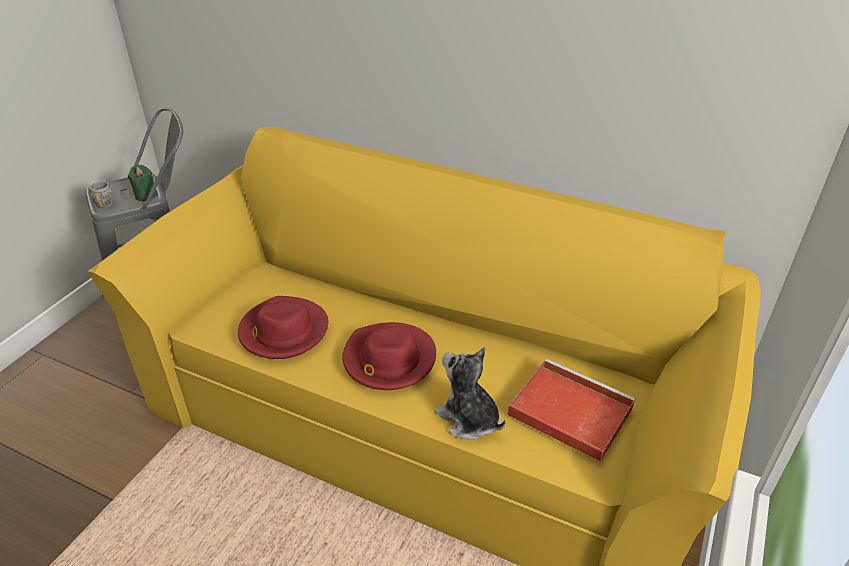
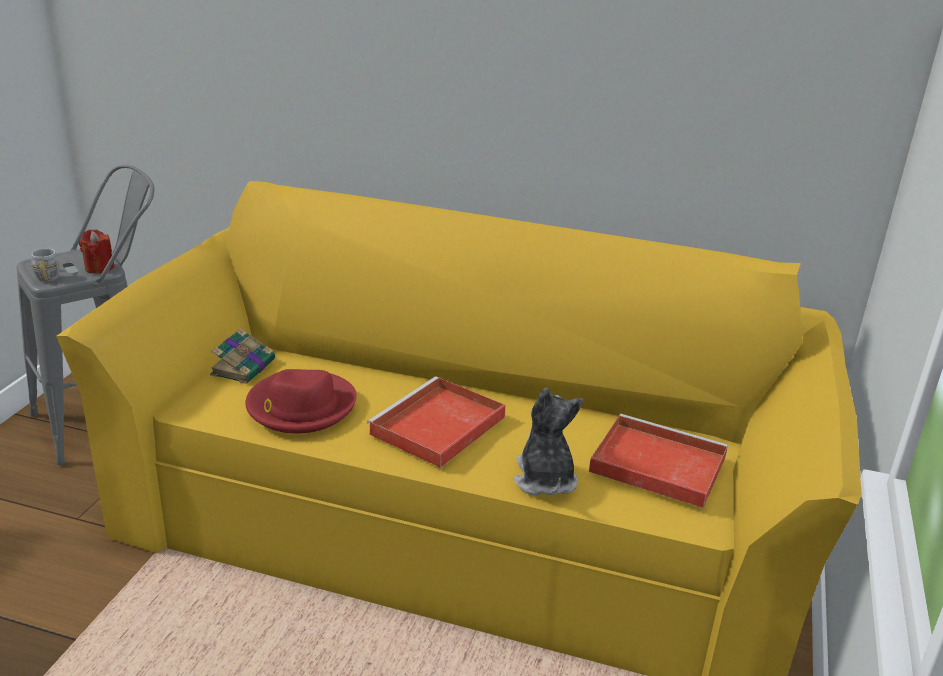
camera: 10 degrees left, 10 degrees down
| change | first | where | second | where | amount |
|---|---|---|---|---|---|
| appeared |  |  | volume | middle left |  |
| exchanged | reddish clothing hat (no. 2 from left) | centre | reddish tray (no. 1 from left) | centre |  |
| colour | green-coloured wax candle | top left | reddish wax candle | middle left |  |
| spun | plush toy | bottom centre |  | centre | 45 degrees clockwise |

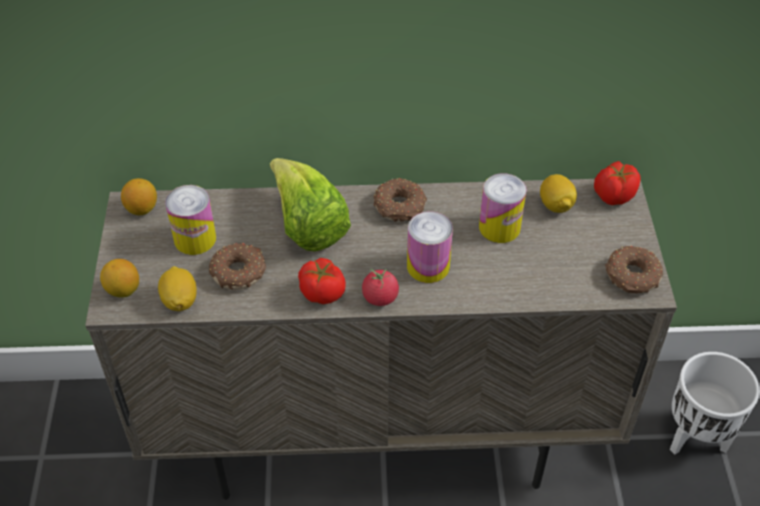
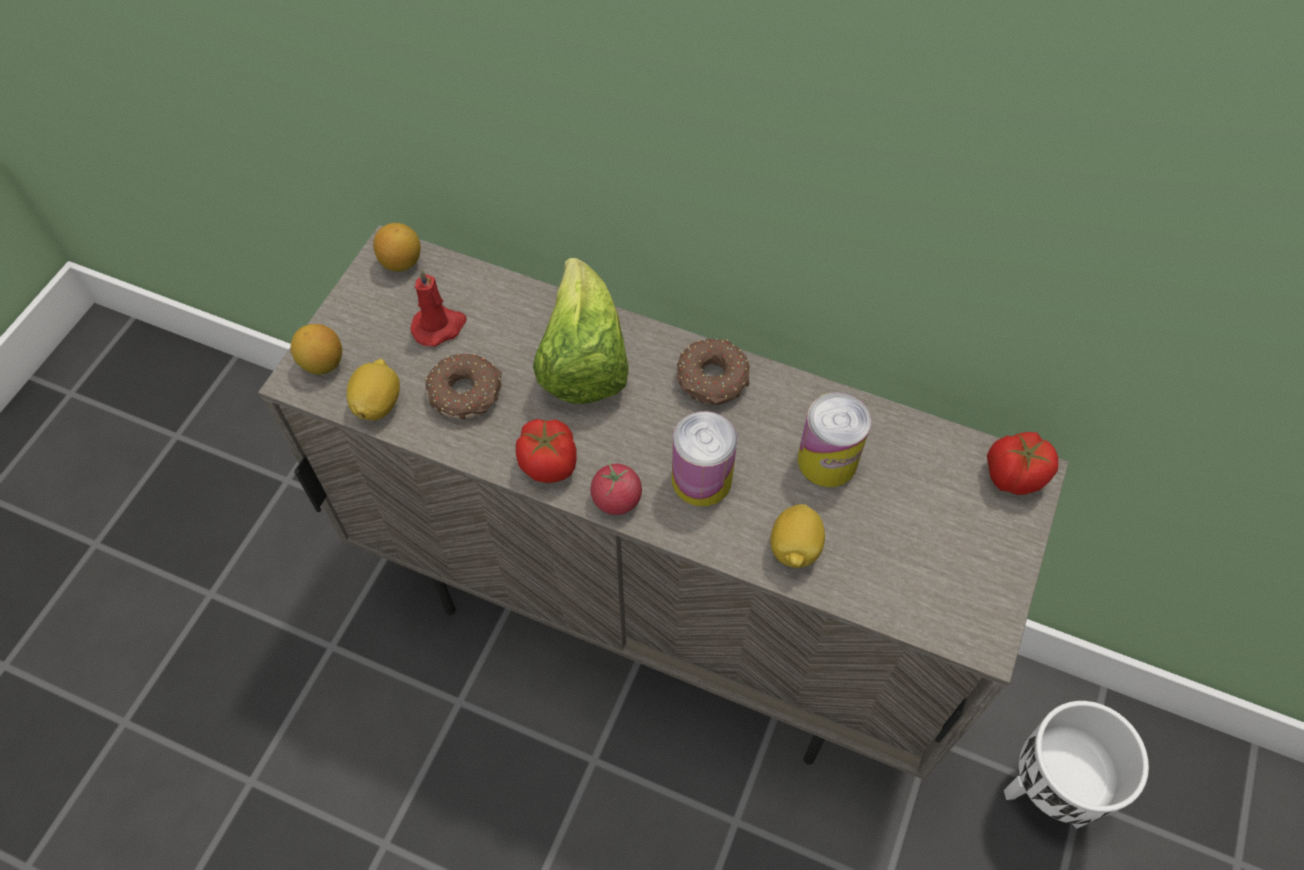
camera: 25 degrees right, 10 degrees up
| change | first | where | second | where | amount |
|---|---|---|---|---|---|
| missing | ring doughnut (no. 3 from left) | middle right |  |  |  |
| relocated | lemon (no. 4 from left) | middle right |  | centre |  |
| exchanged | metal can (no. 1 from left) | middle left | reddish wax candle | centre |  |

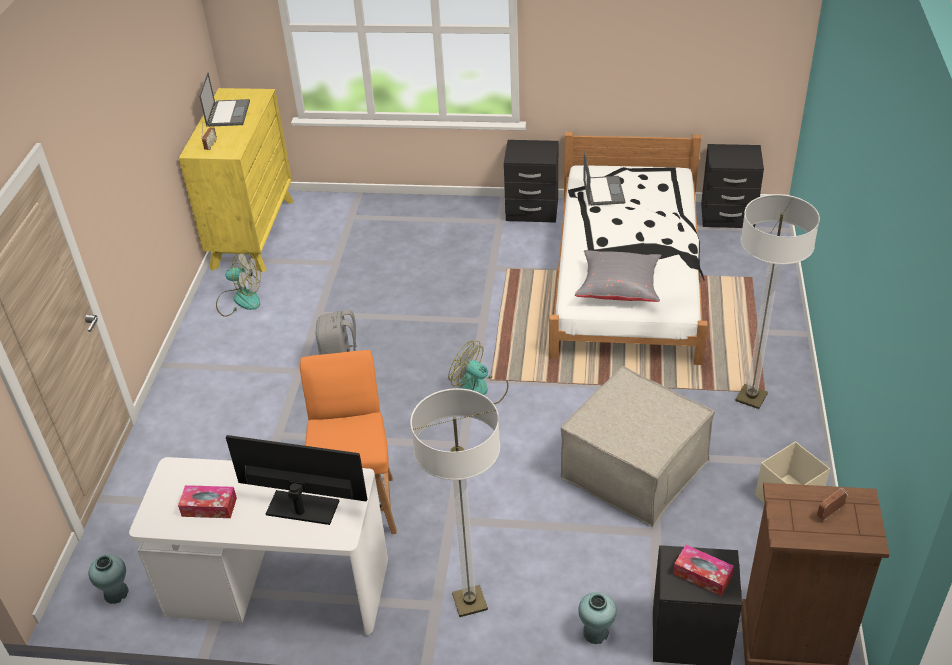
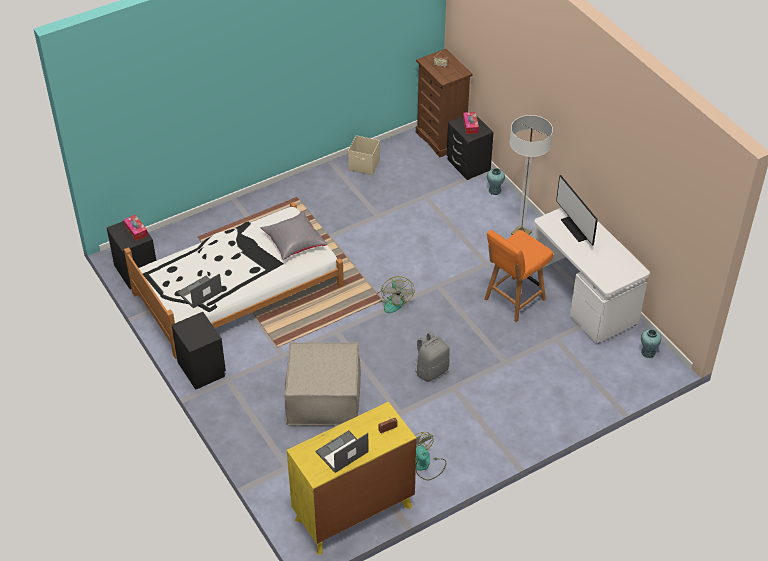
camera: 130 degrees left, 5 degrees up
| change | first | where | second | where | amount |
|---|---|---|---|---|---|
| missing | standard lamp (no. 2 from left) | middle right |  |  |  |
| relocated | box of tissues (no. 1 from left) | bottom left |  | middle left |  |
| relocated | sand-coloured footrest | bottom right |  | bottom centre |  |

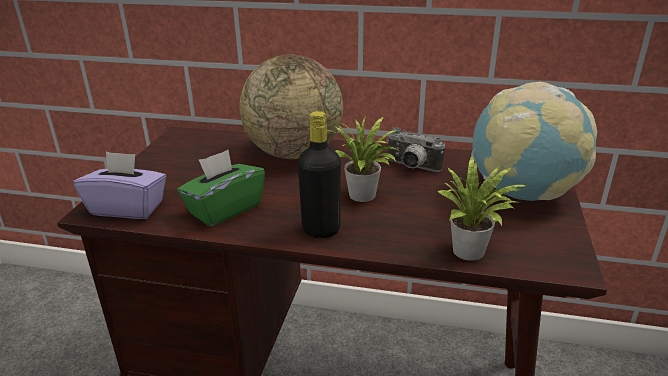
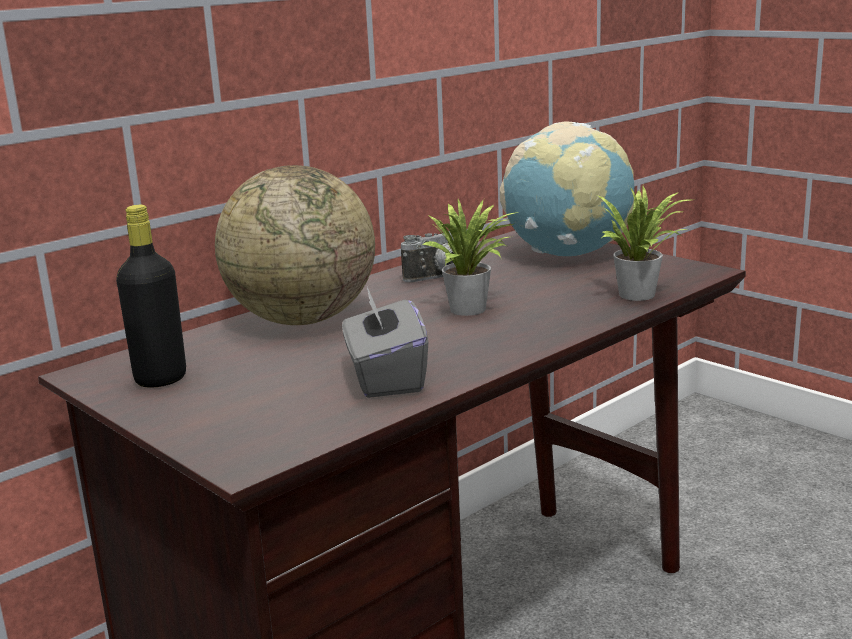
camera: 55 degrees left, 10 degrees down
| change | first | where | second | where | amount |
|---|---|---|---|---|---|
| missing | purple-coloured box of tissues | middle left |  |  |  |
| relocated | black drink bottle | centre |  | middle left |  |
| colour | green-coloured box of tissues | middle left | greyish box of tissues | centre |  |

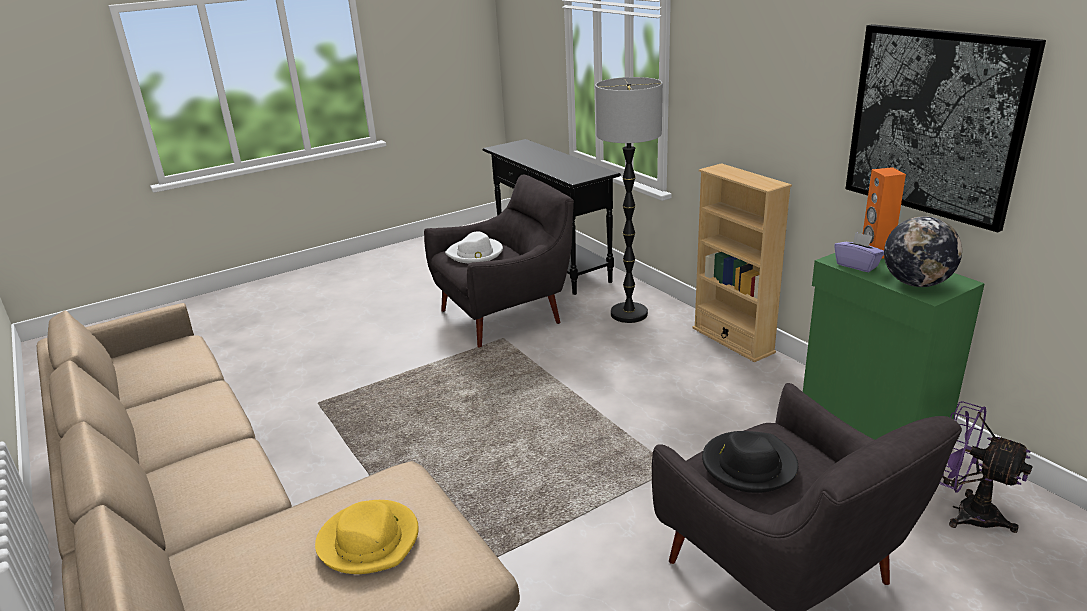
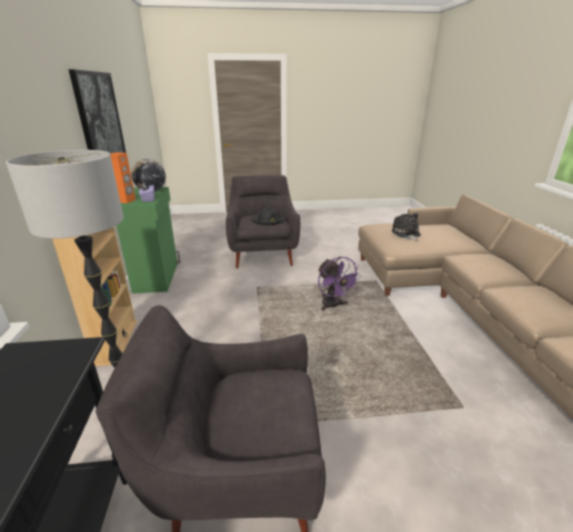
camera: 155 degrees left, 0 degrees up
| change | first | where | second | where | amount |
|---|---|---|---|---|---|
| missing | whitish clothing hat | centre |  |  |  |
| relocated | purple-coloured fan | bottom right |  | centre |  |
| exchanged | yellow clothing hat | bottom centre | plush toy | middle right |  |

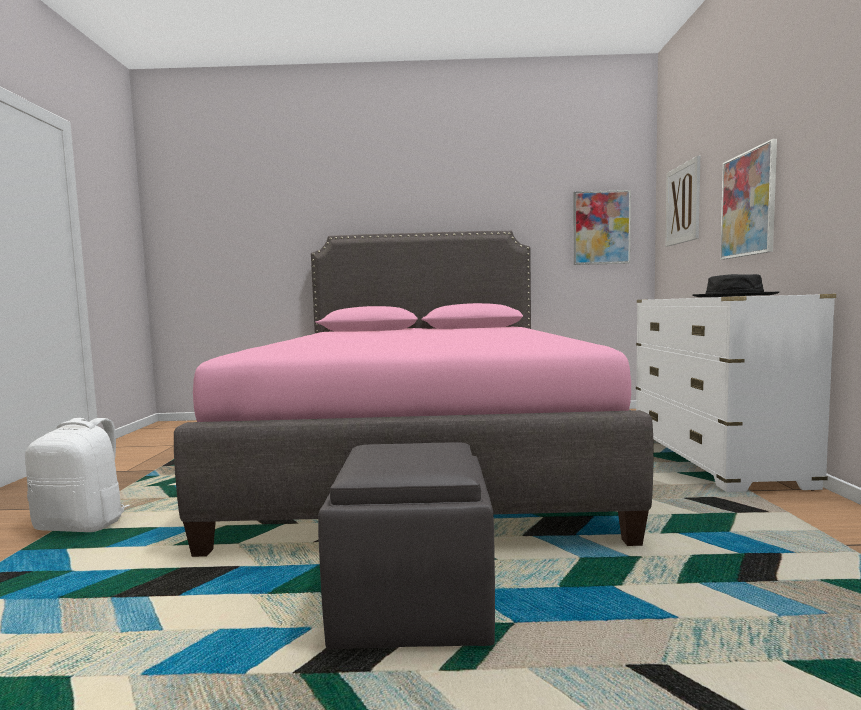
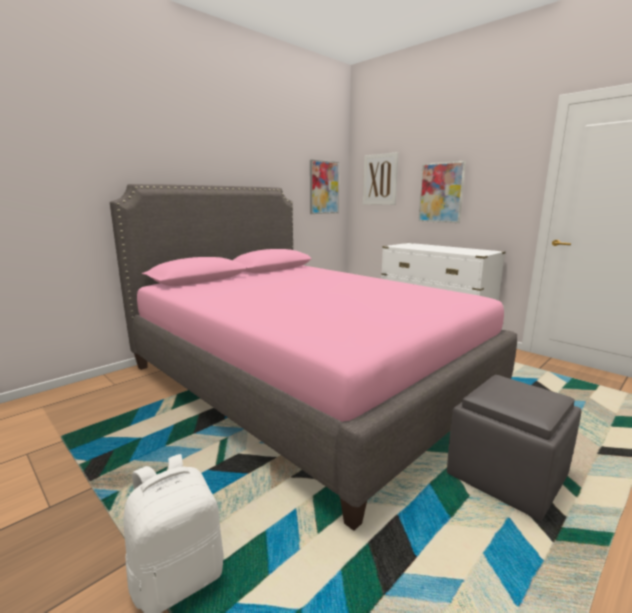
camera: 45 degrees left, 10 degrees up
| change | first | where | second | where | amount |
|---|---|---|---|---|---|
| missing | black clothing hat | middle right |  |  |  |

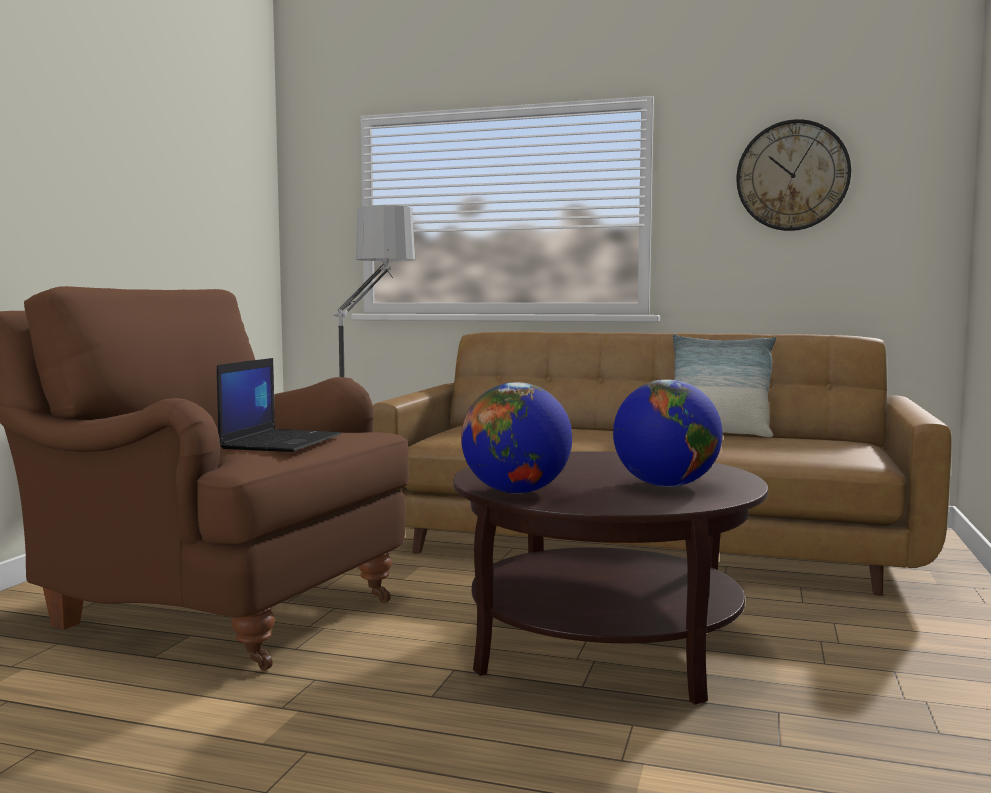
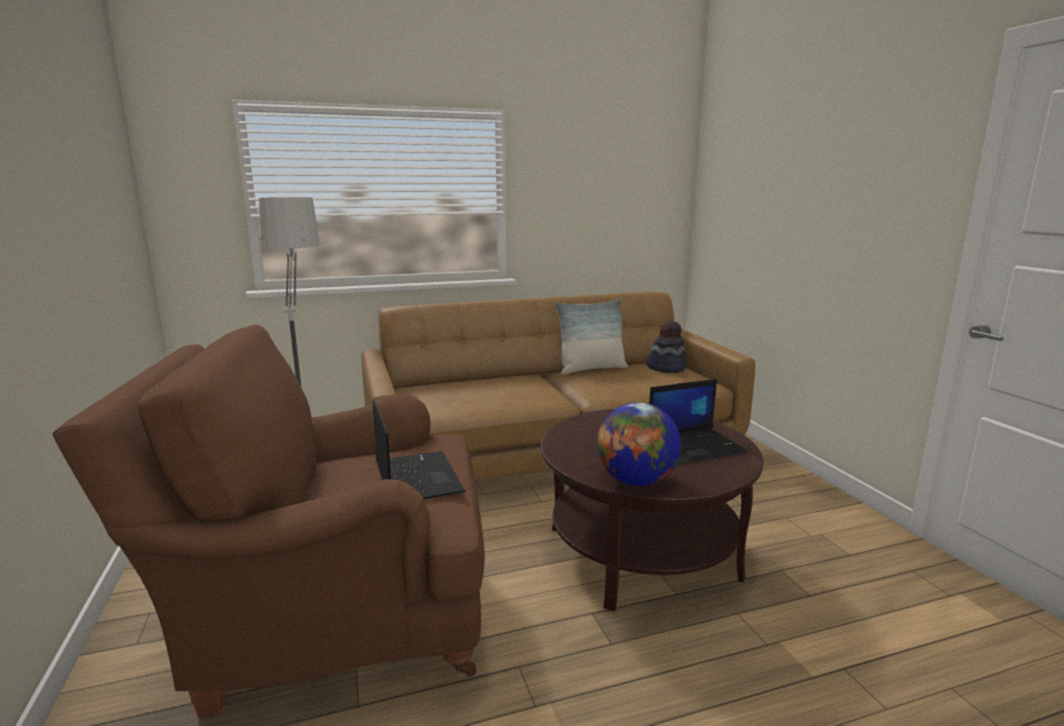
camera: 35 degrees left, 10 degrees up
| change | first | where | second | where | amount |
|---|---|---|---|---|---|
| missing | wall clock | top right |  |  |  |
| appeared |  |  | clothing hat | centre |  |
| exchanged | world globe (no. 2 from left) | middle right | notebook computer (no. 2 from left) | centre |  |

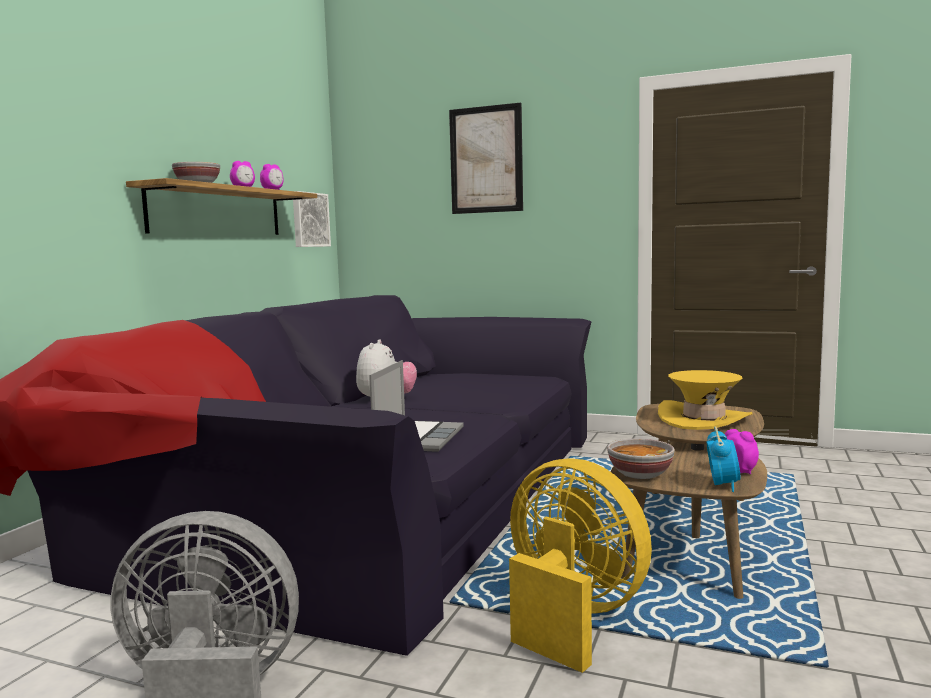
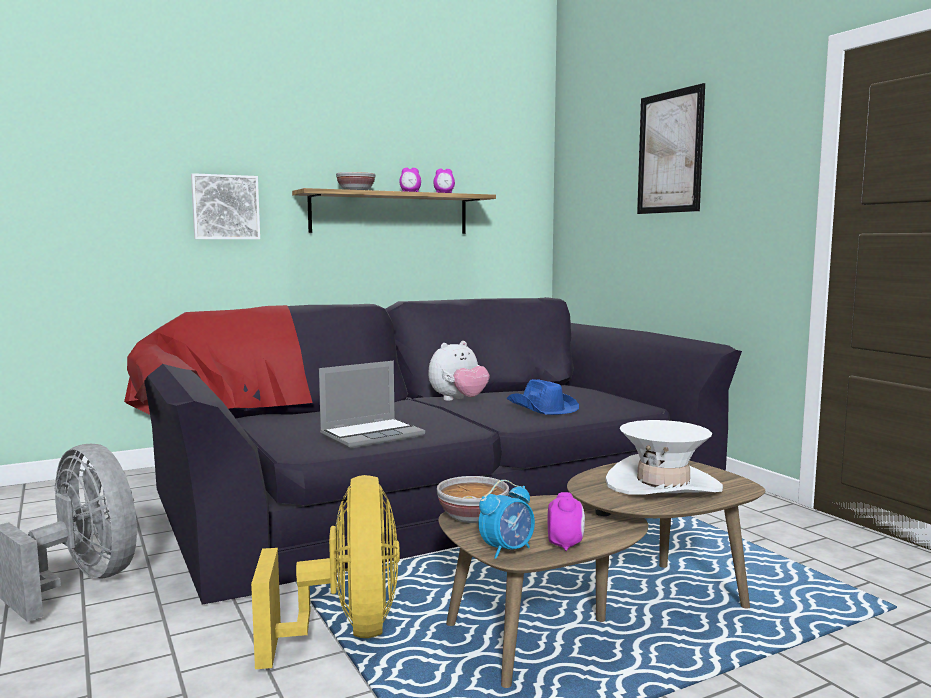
camera: 40 degrees right, 0 degrees up
| change | first | where | second | where | amount |
|---|---|---|---|---|---|
| appeared |  |  | blue-coloured clothing hat | centre |  |
| relocated | wall art (no. 1 from left) | top centre |  | top left |  |
| colour | yellow clothing hat | middle right | whitish clothing hat | middle right |  |

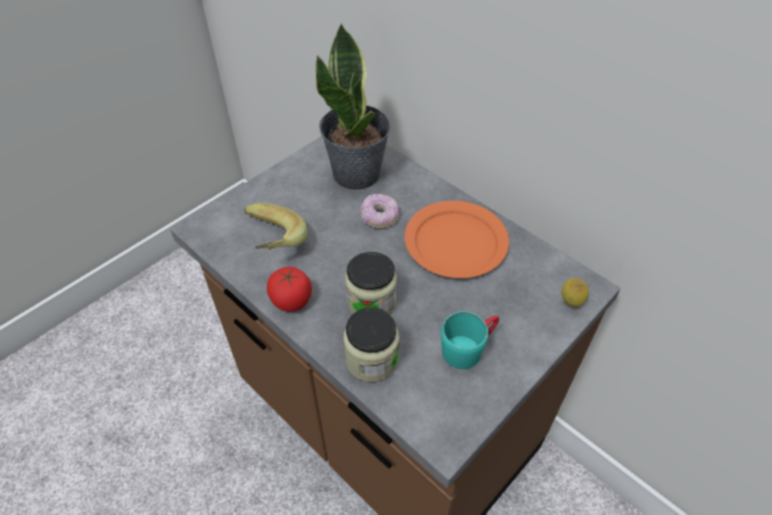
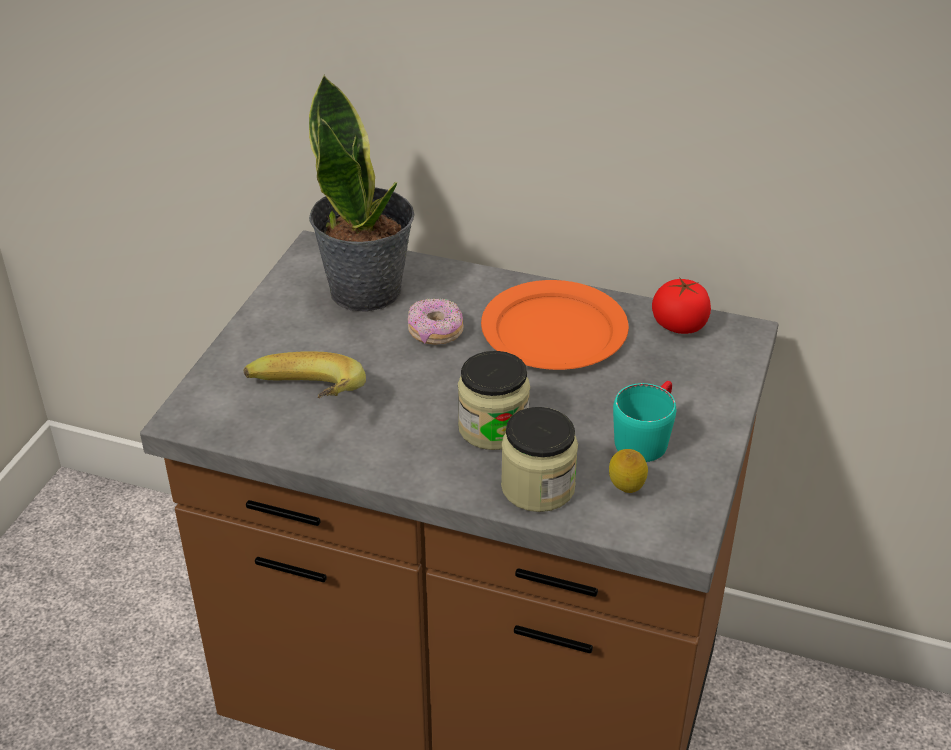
camera: 25 degrees left, 10 degrees down
| change | first | where | second | where | amount |
|---|---|---|---|---|---|
| relocated | tomato | centre |  | middle right |  |
| relocated | lemon | middle right |  | centre |  |

